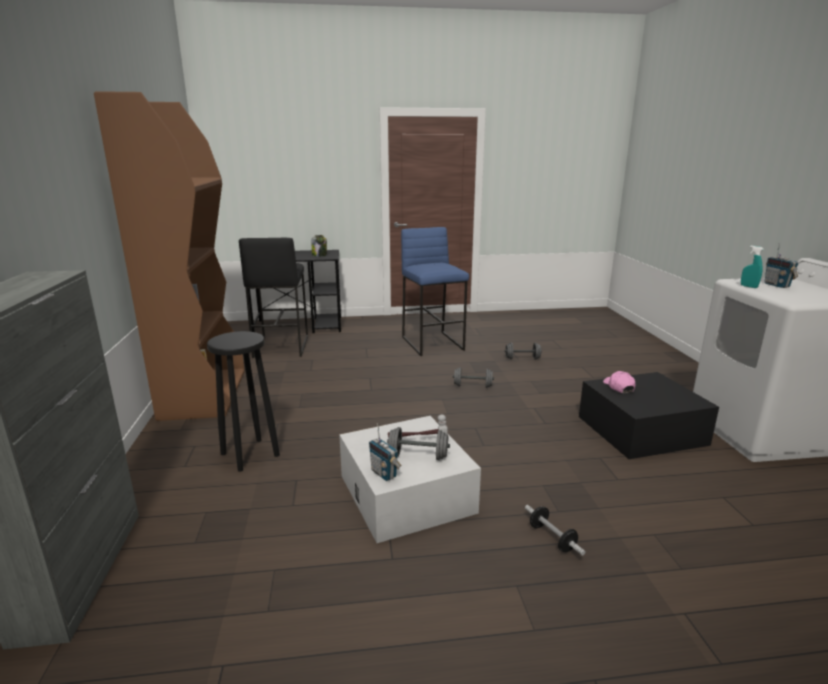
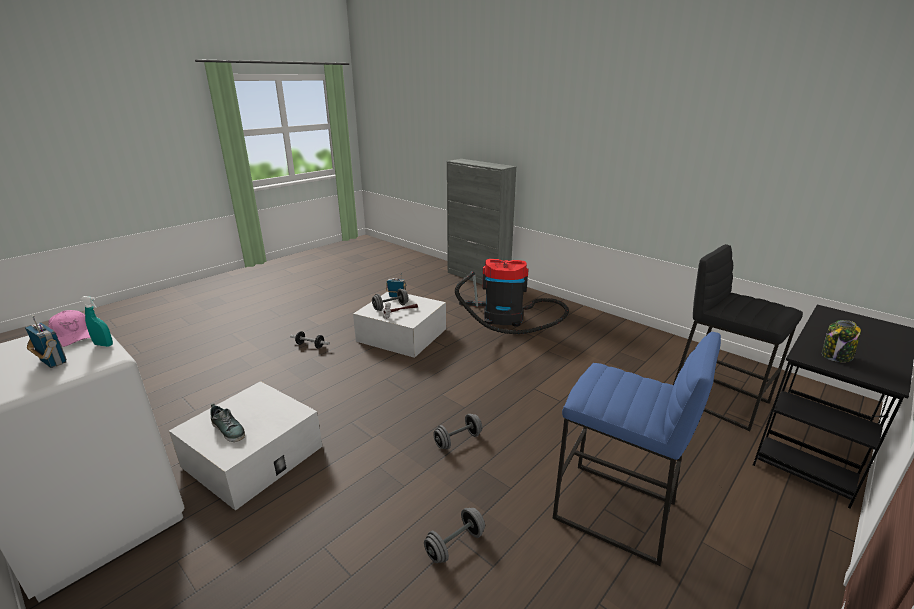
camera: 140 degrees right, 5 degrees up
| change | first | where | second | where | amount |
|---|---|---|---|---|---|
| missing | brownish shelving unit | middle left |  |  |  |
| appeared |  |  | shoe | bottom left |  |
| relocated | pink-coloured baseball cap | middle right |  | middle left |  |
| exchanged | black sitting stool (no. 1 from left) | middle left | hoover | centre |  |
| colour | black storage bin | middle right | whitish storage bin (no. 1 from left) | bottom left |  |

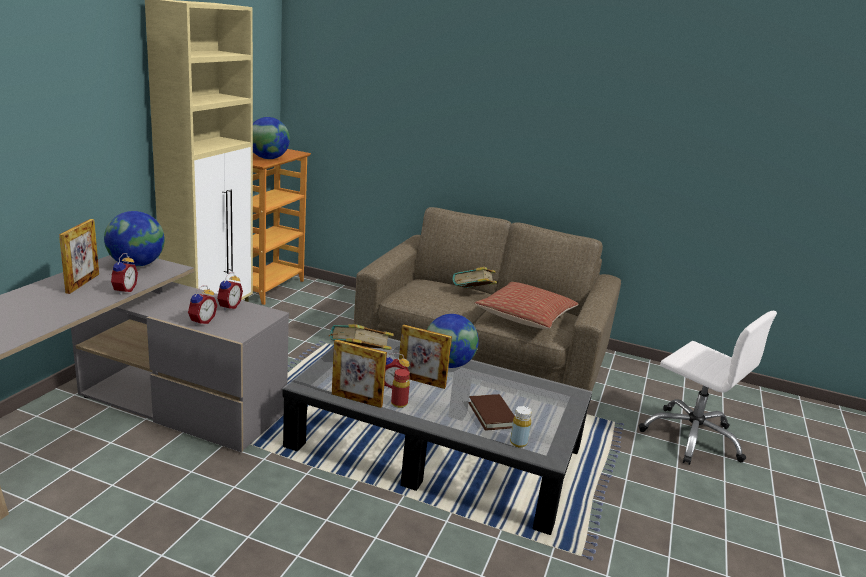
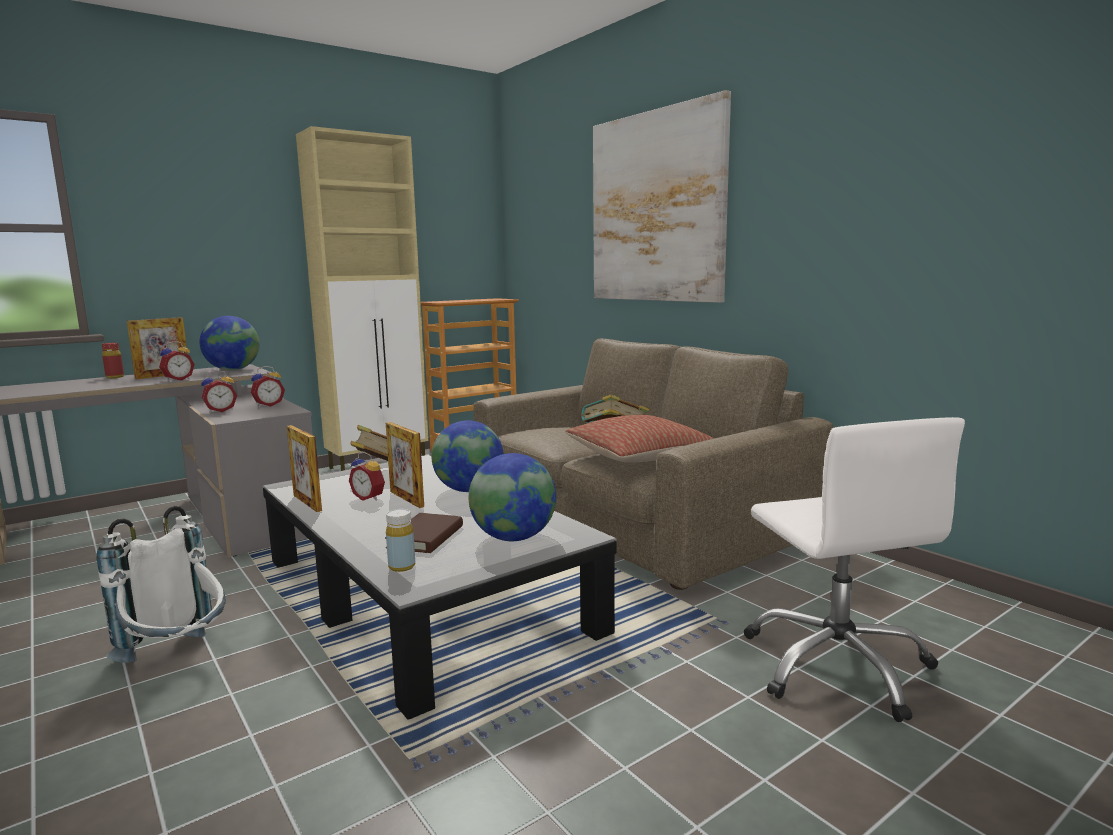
camera: 35 degrees right, 10 degrees down
| change | first | where | second | where | amount |
|---|---|---|---|---|---|
| appeared |  |  | whitish knapsack | bottom left |  |
| appeared |  |  | wall art | top centre |  |
| relocated | world globe (no. 2 from left in the first image) | top left | world globe (no. 3 from left) | centre |  |
| relocated | reddish drink bottle | bottom centre |  | middle left |  |

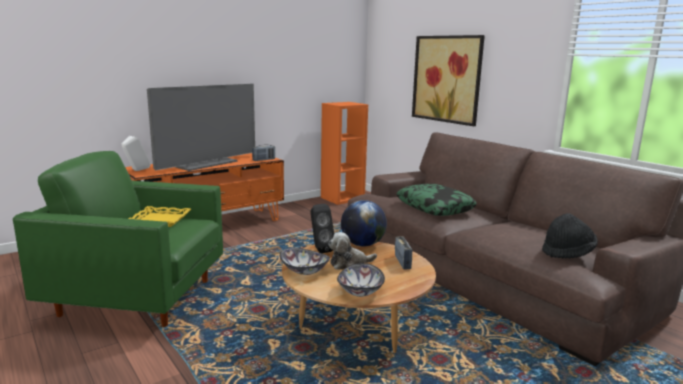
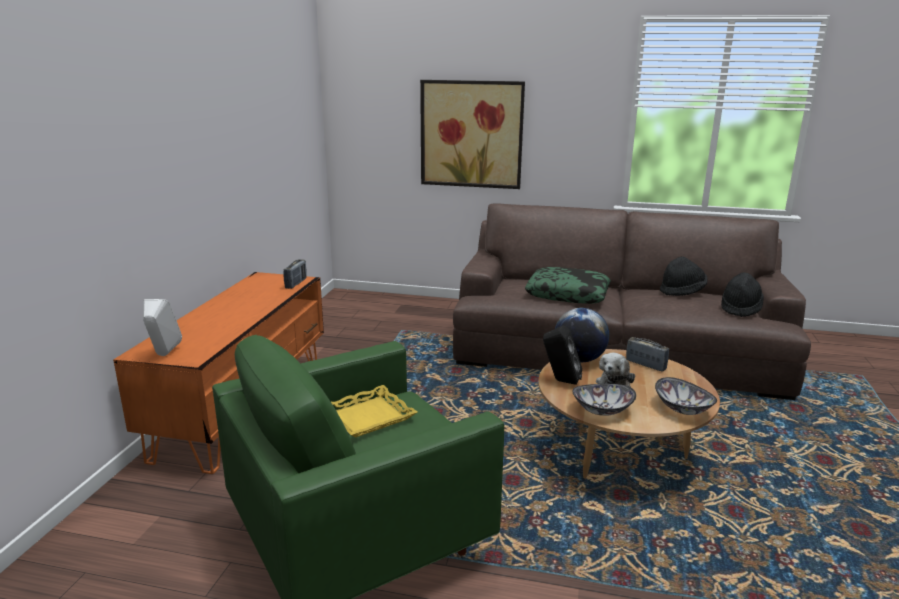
camera: 40 degrees left, 5 degrees up
| change | first | where | second | where | amount |
|---|---|---|---|---|---|
| missing | TV set | top left |  |  |  |
| missing | orange-coloured shelving unit | centre |  |  |  |
| appeared |  |  | black clothing hat (no. 1 from left) | middle right |  |

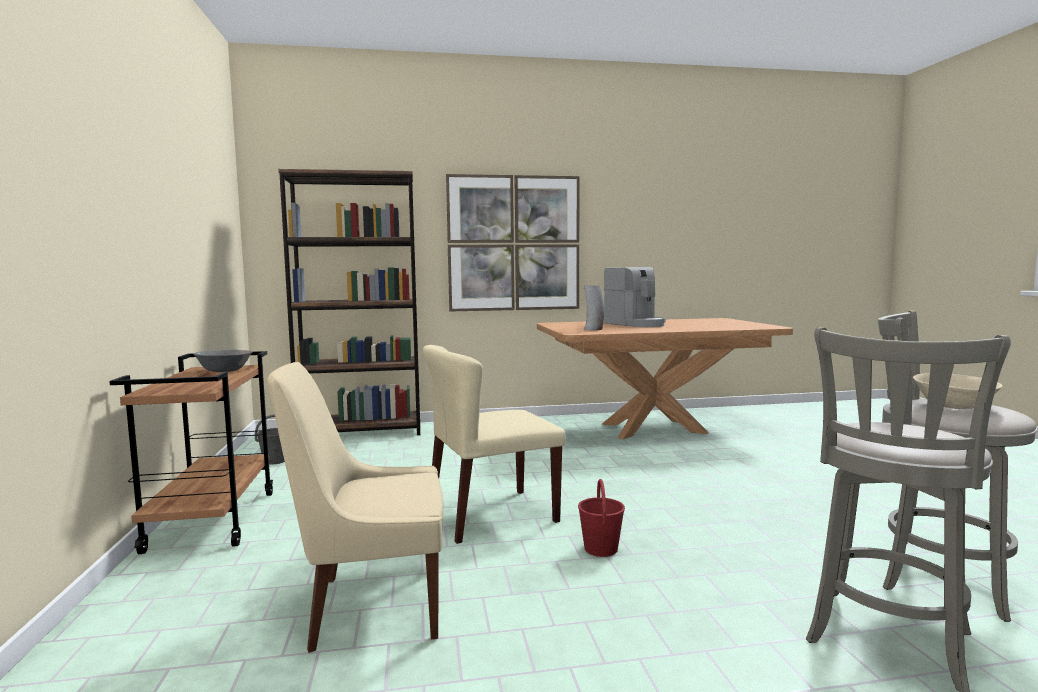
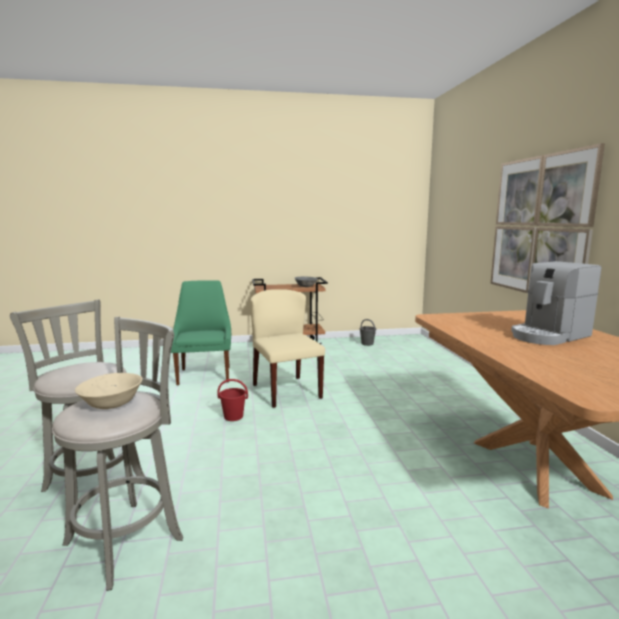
camera: 90 degrees right, 5 degrees up
| change | first | where | second | where | amount |
|---|---|---|---|---|---|
| missing | brownish shelving unit | centre |  |  |  |
| missing | vase | centre |  |  |  |
| colour | sand-coloured upright chair (no. 1 from left) | bottom centre | green-coloured upright chair | middle left |  |

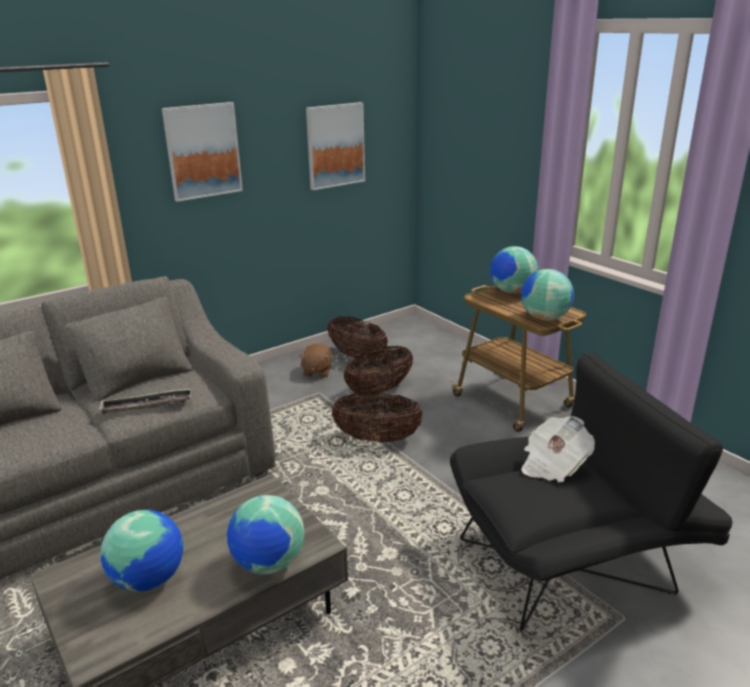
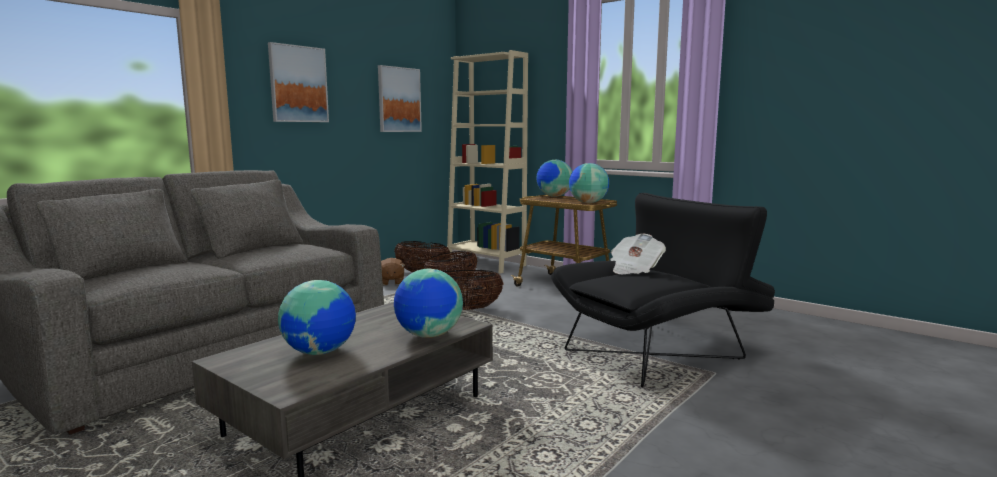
camera: 15 degrees left, 15 degrees down
| change | first | where | second | where | amount |
|---|---|---|---|---|---|
| missing | tray | middle left |  |  |  |
| appeared |  |  | sand-coloured shelving unit | centre |  |

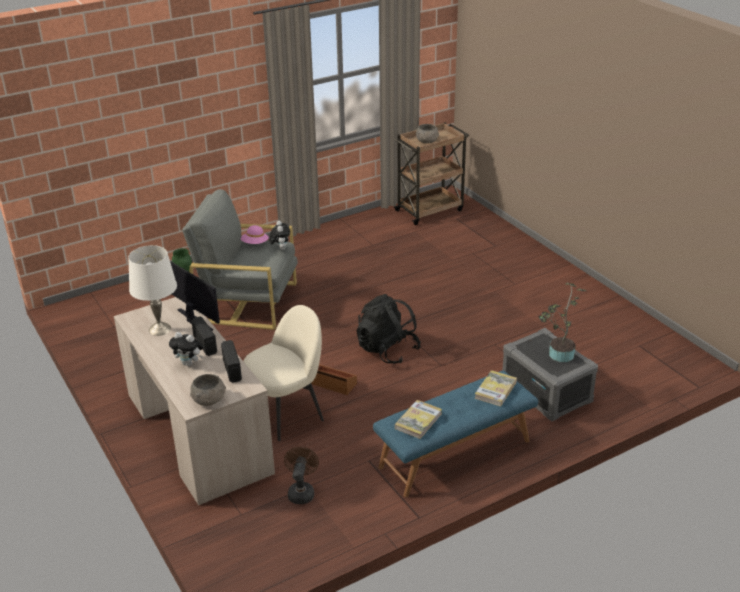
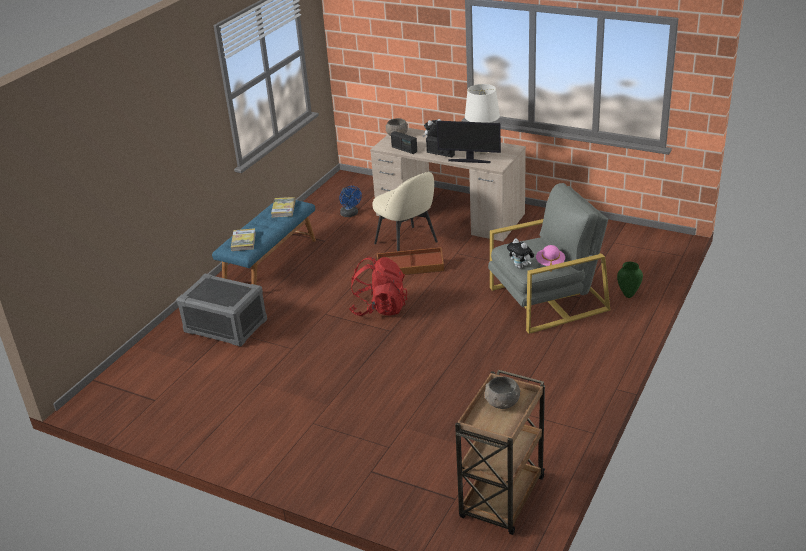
camera: 150 degrees right, 0 degrees up
| change | first | where | second | where | amount |
|---|---|---|---|---|---|
| missing | plant in a pot | middle right |  |  |  |
| colour | brownish fan | bottom centre | blue-coloured fan | centre |  |
| colour | black knapsack | centre | reddish knapsack | centre |  |
| spun | sand-coloured upright chair | centre |  | centre | 60 degrees counterclockwise |

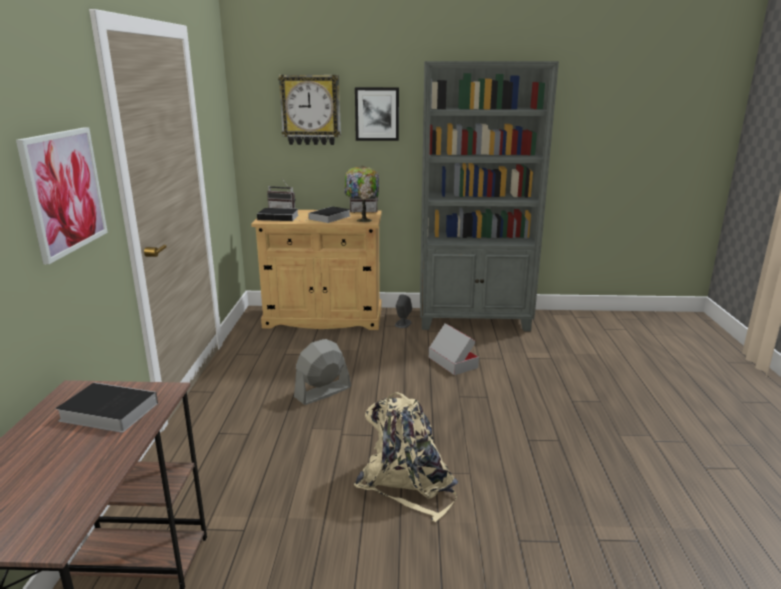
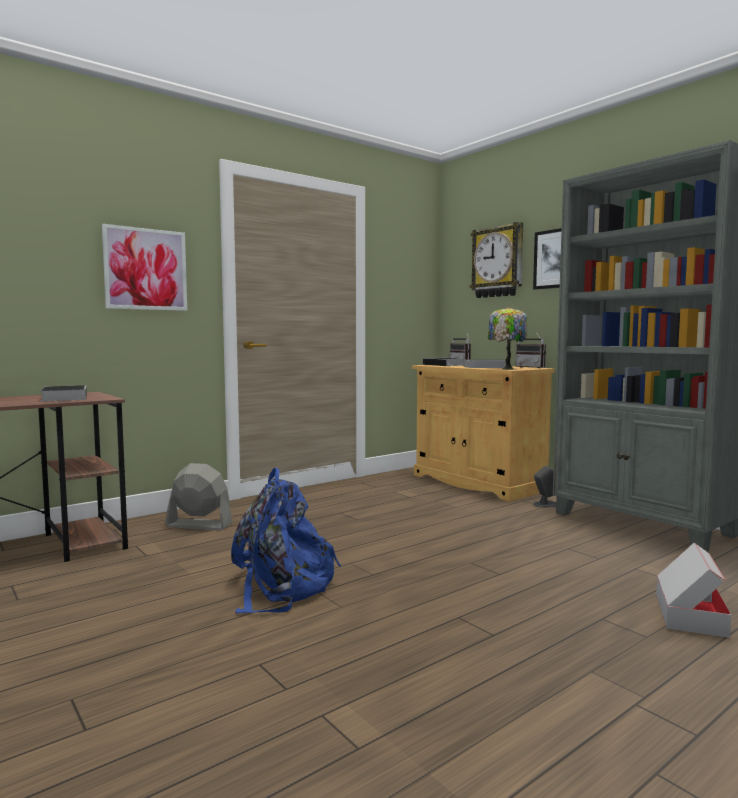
camera: 50 degrees right, 15 degrees down
| change | first | where | second | where | amount |
|---|---|---|---|---|---|
| relocated | greyish fan | centre |  | middle left |  |
| relocated | carton | centre |  | bottom right |  |
| colour | sand-coloured knapsack | bottom centre | blue-coloured knapsack | bottom centre |  |

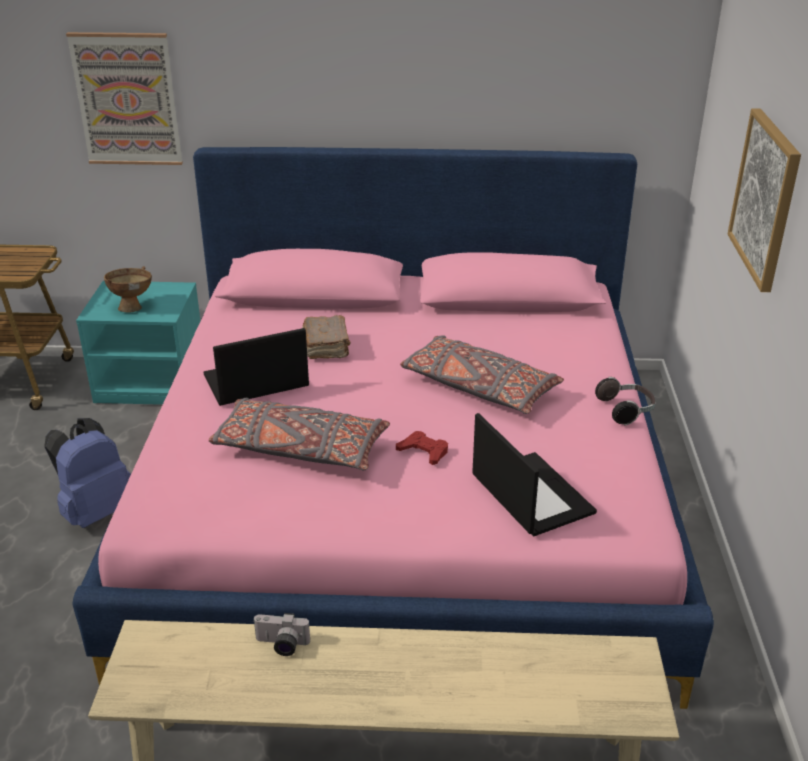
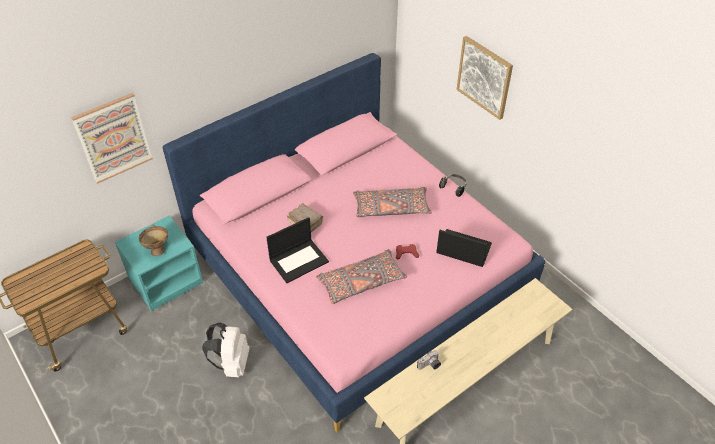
camera: 40 degrees left, 15 degrees up
| change | first | where | second | where | amount |
|---|---|---|---|---|---|
| colour | blue-coloured knapsack | middle left | whitish knapsack | bottom left |  |
| spun | notebook computer (no. 1 from left) | middle left |  | centre | 150 degrees counterclockwise |

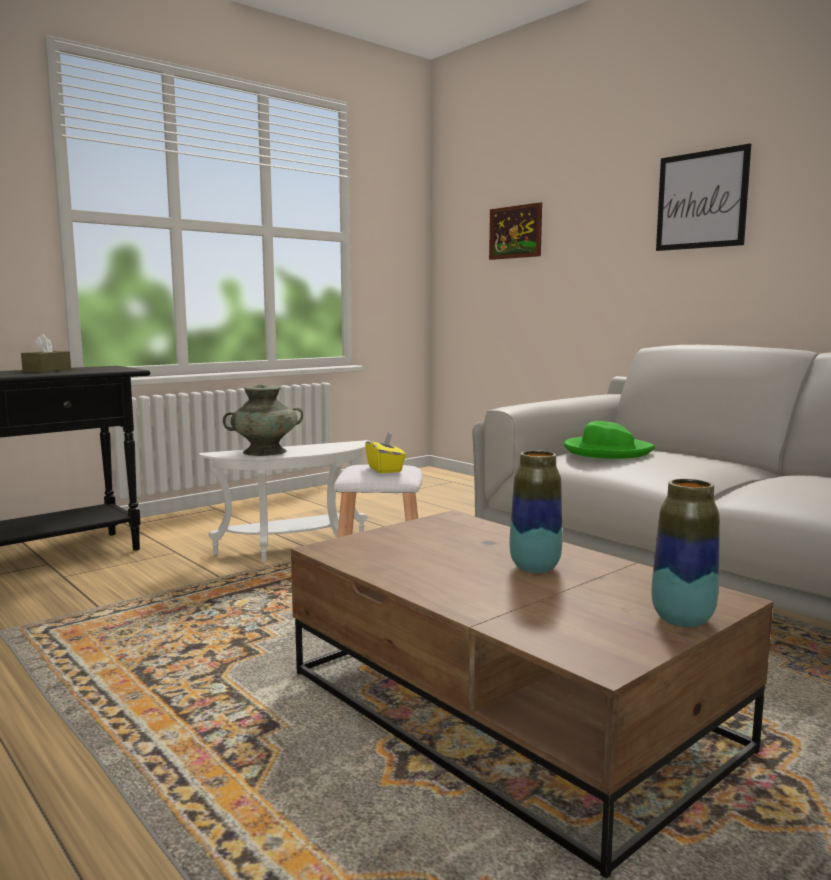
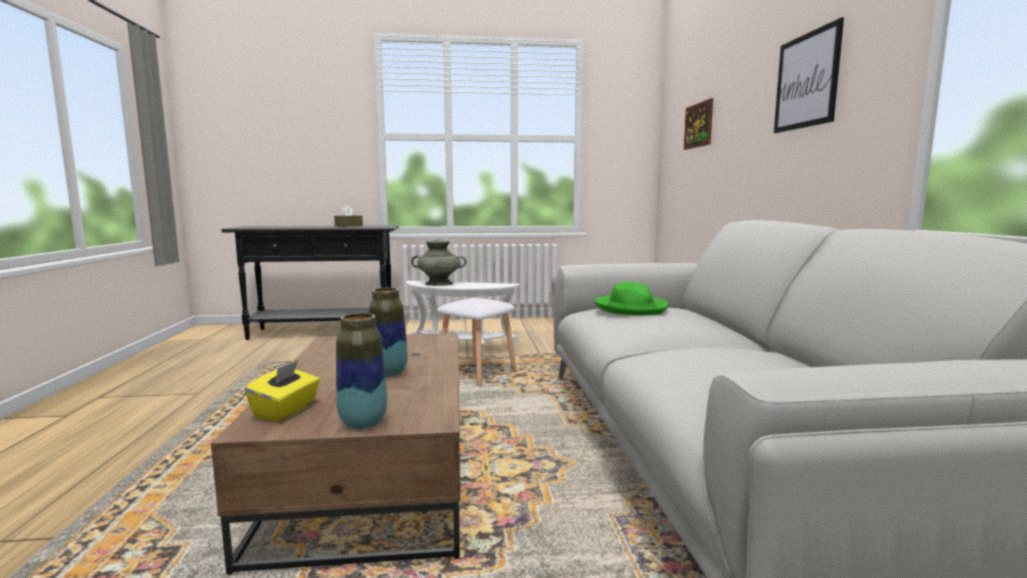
camera: 35 degrees right, 0 degrees up
| change | first | where | second | where | amount |
|---|---|---|---|---|---|
| relocated | yellow box of tissues | centre |  | bottom left |  |

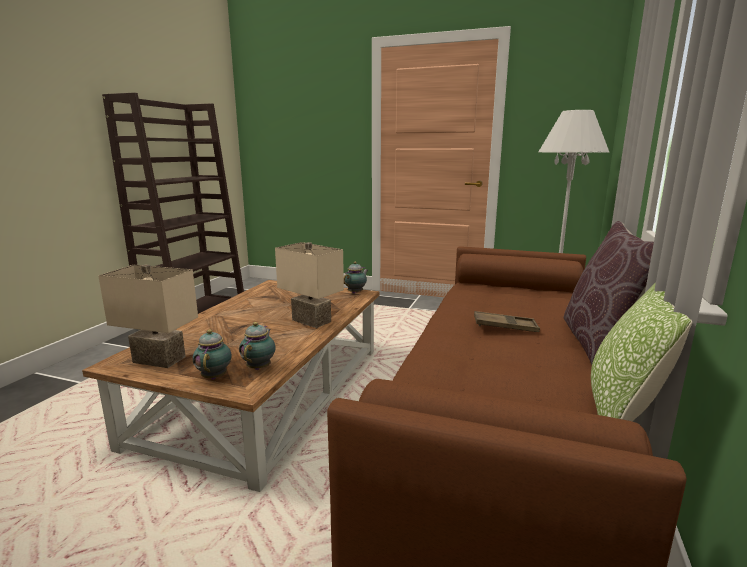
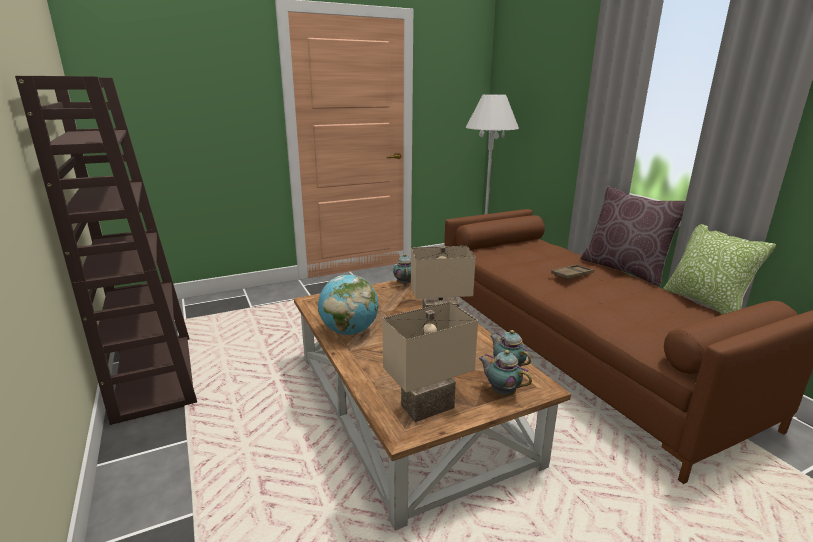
camera: 45 degrees left, 5 degrees up
| change | first | where | second | where | amount |
|---|---|---|---|---|---|
| appeared |  |  | world globe | centre |  |

